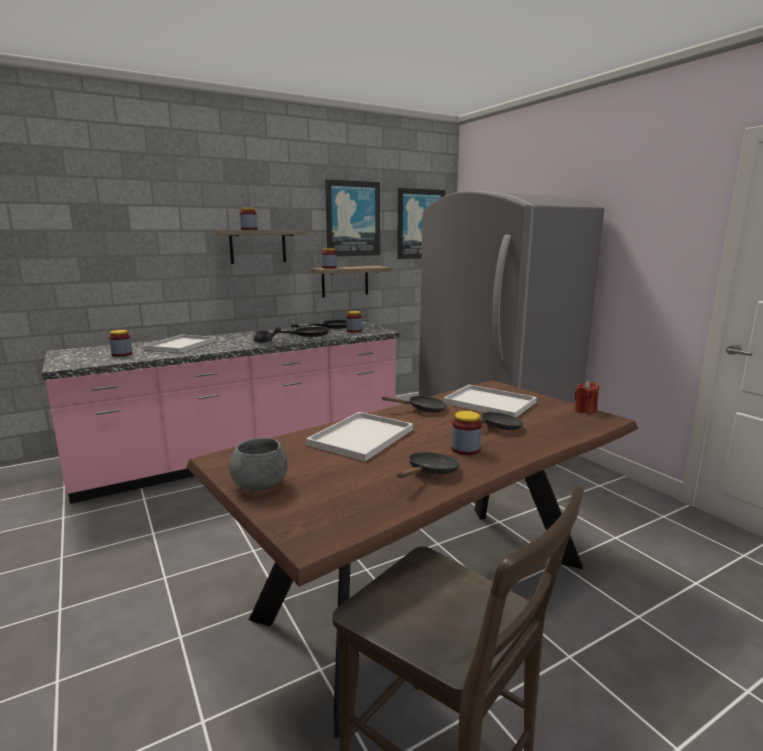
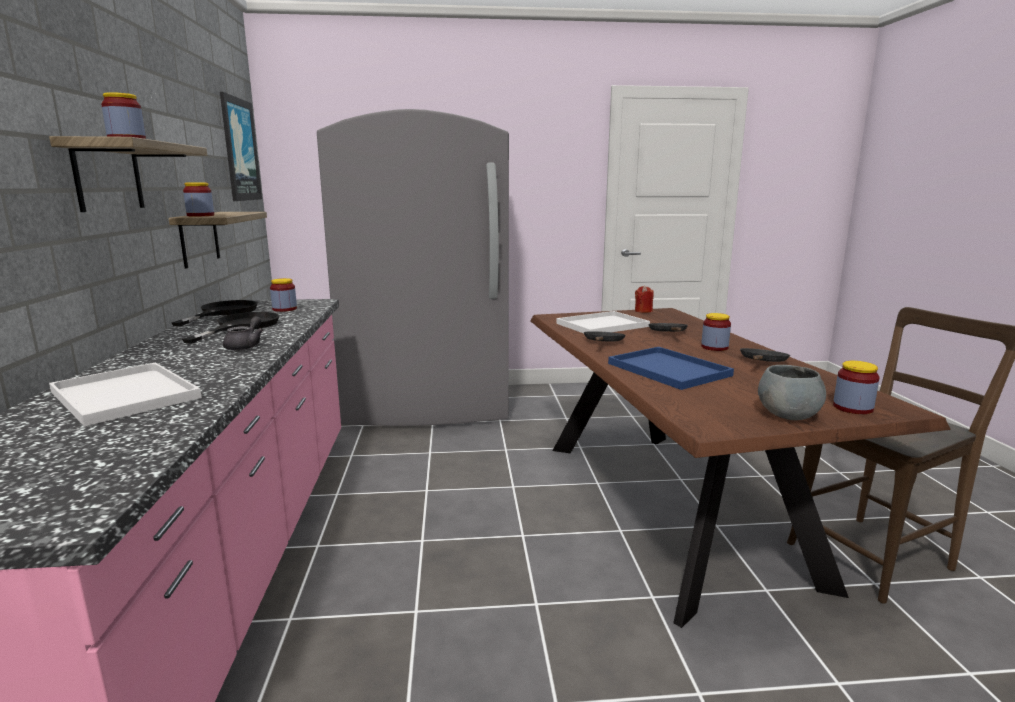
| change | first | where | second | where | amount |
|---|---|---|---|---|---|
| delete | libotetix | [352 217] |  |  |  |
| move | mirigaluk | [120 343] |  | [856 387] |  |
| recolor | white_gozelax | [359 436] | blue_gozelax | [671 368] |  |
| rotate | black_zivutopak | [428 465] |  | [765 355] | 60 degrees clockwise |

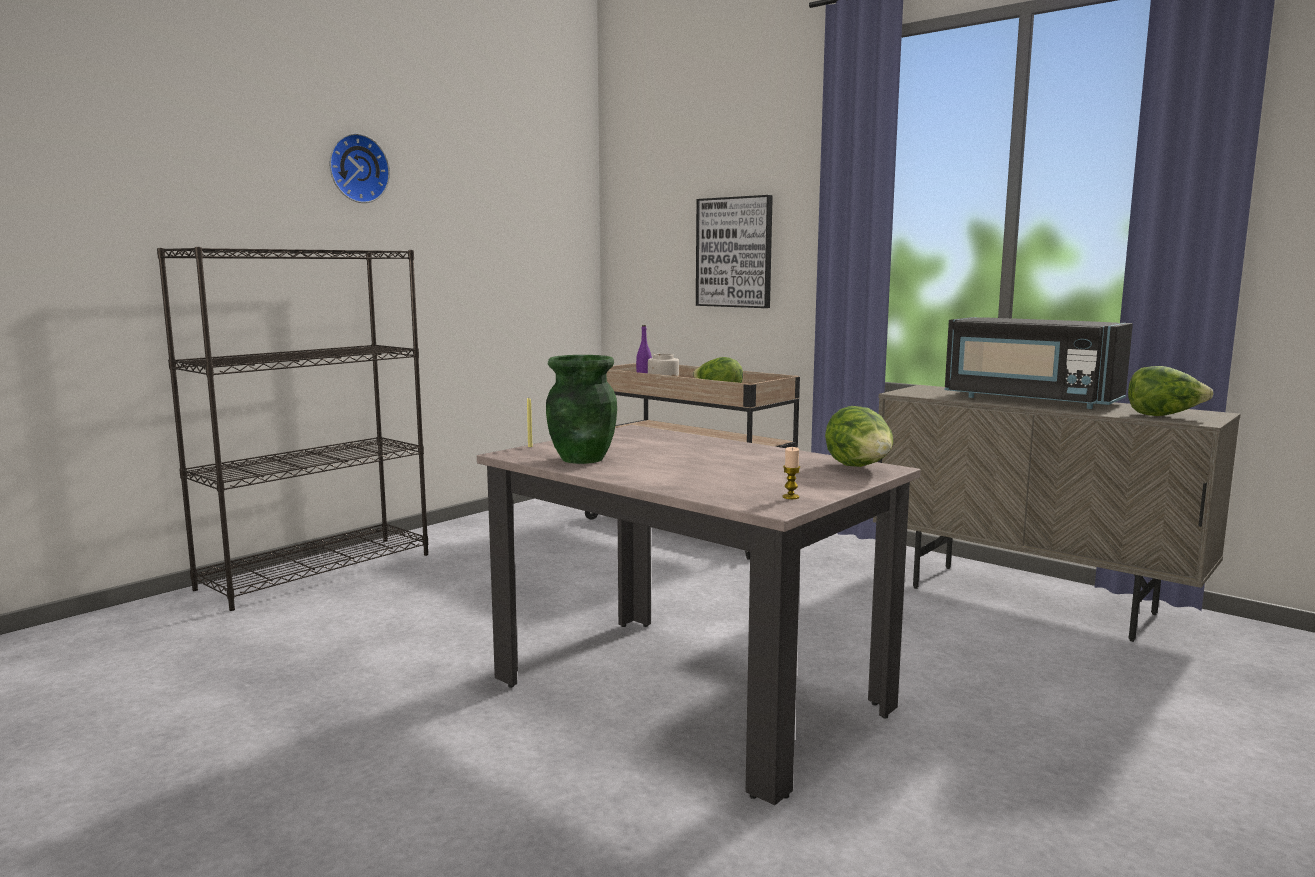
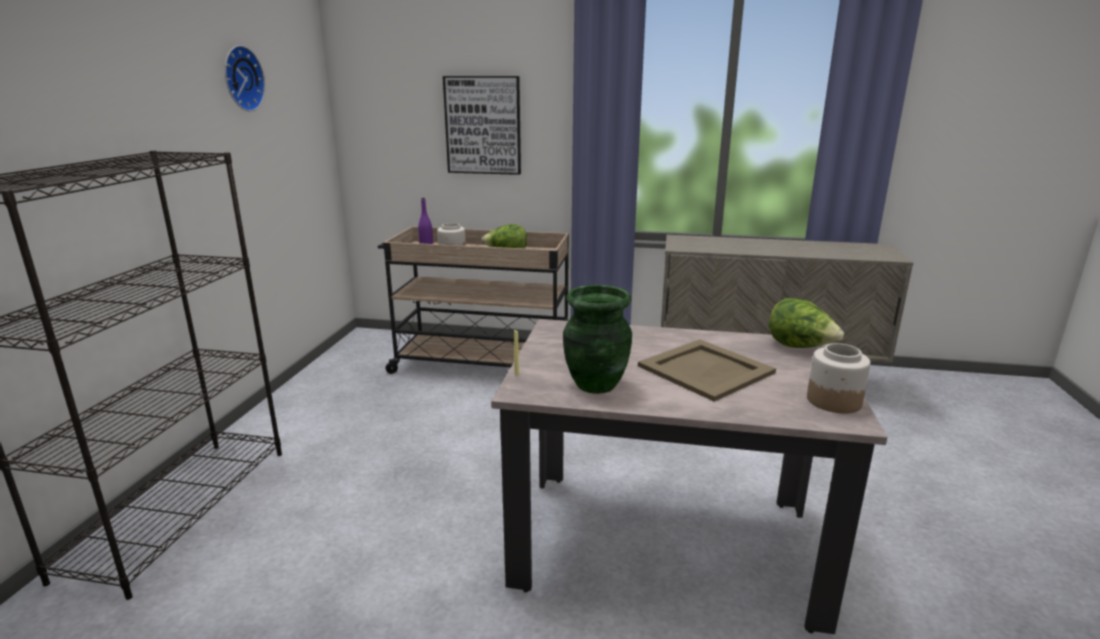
| change | first | where | second | where | amount |
|---|---|---|---|---|---|
| delete | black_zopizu | [1039 363] |  |  |  |
| delete | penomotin | [1170 391] |  |  |  |
| insert |  |  | beige_gozelax | [707 370] |  |
| move | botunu | [359 168] |  | [245 78] |  |
| replace | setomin | [791 473] | mirigaluk | [839 378] |  |

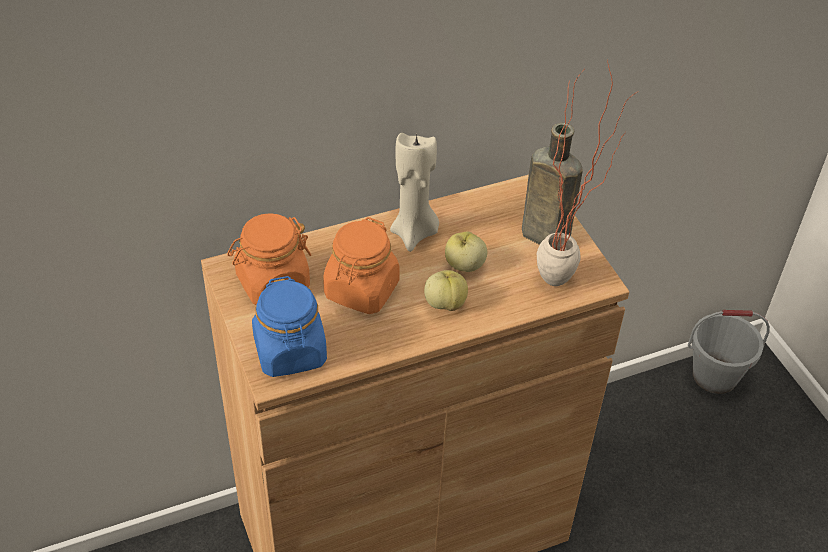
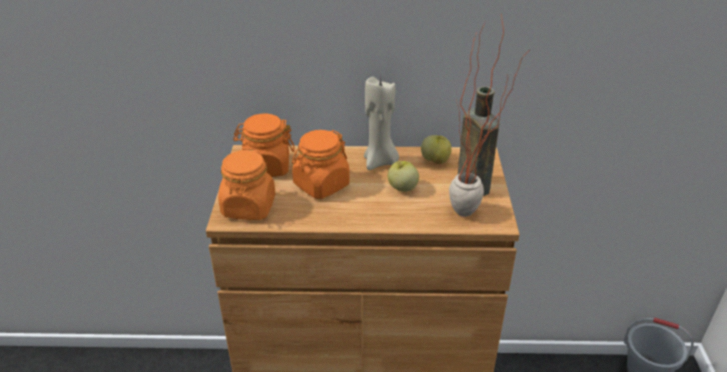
| change | first | where | second | where | amount |
|---|---|---|---|---|---|
| move | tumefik | [446 290] |  | [436 149] |  |
| recolor | blue_mirigaluk | [289 326] | orange_mirigaluk | [247 184] |  |

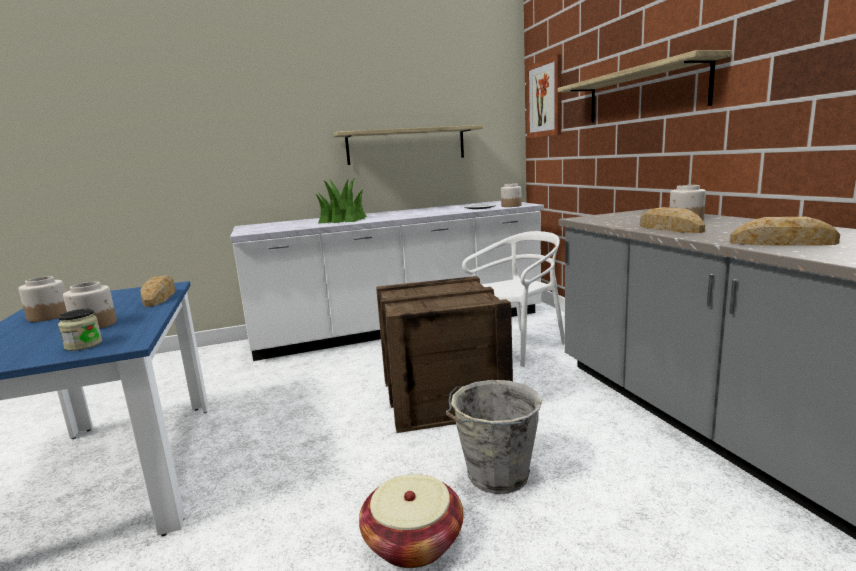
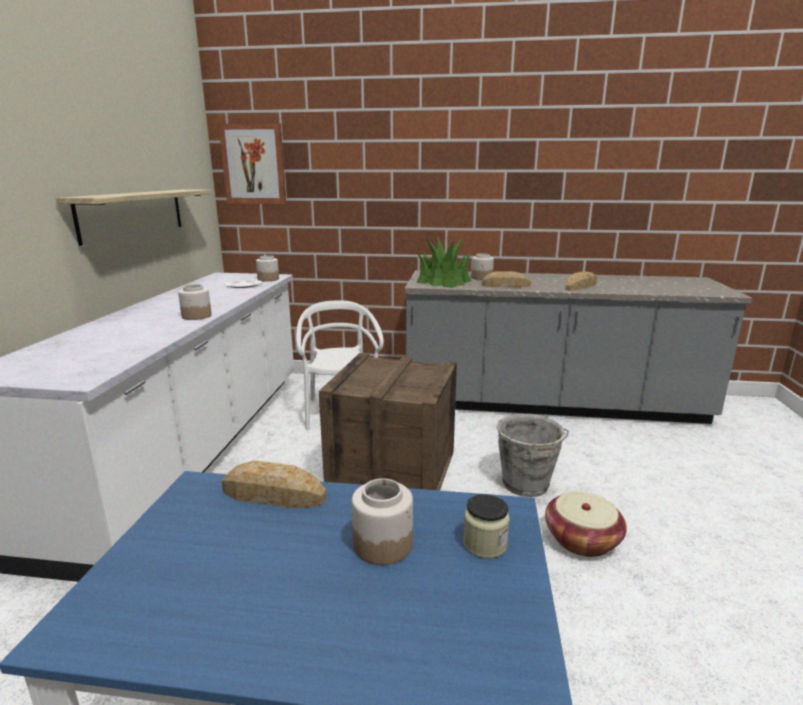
| change | first | where | second | where | amount |
|---|---|---|---|---|---|
| delete | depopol | [645 86] |  |  |  |
| move | mirigaluk | [42 299] |  | [195 302] |  |
| move | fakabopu | [342 201] |  | [443 263] |  |

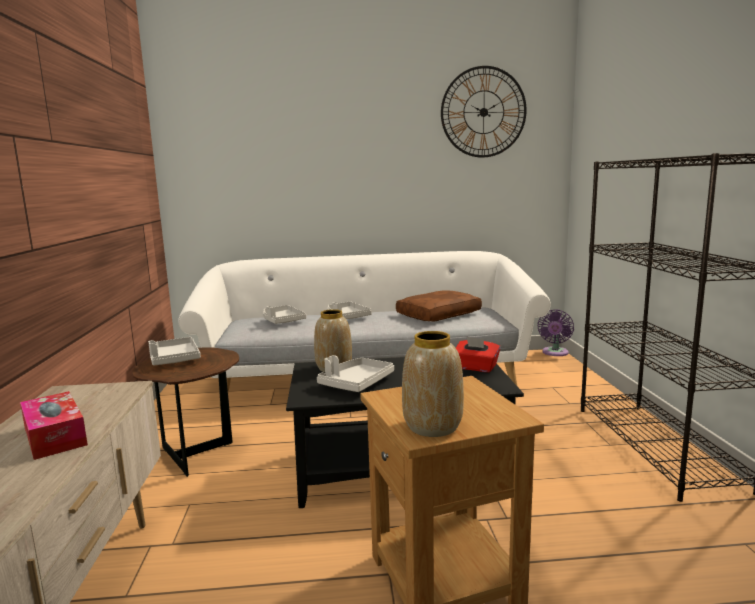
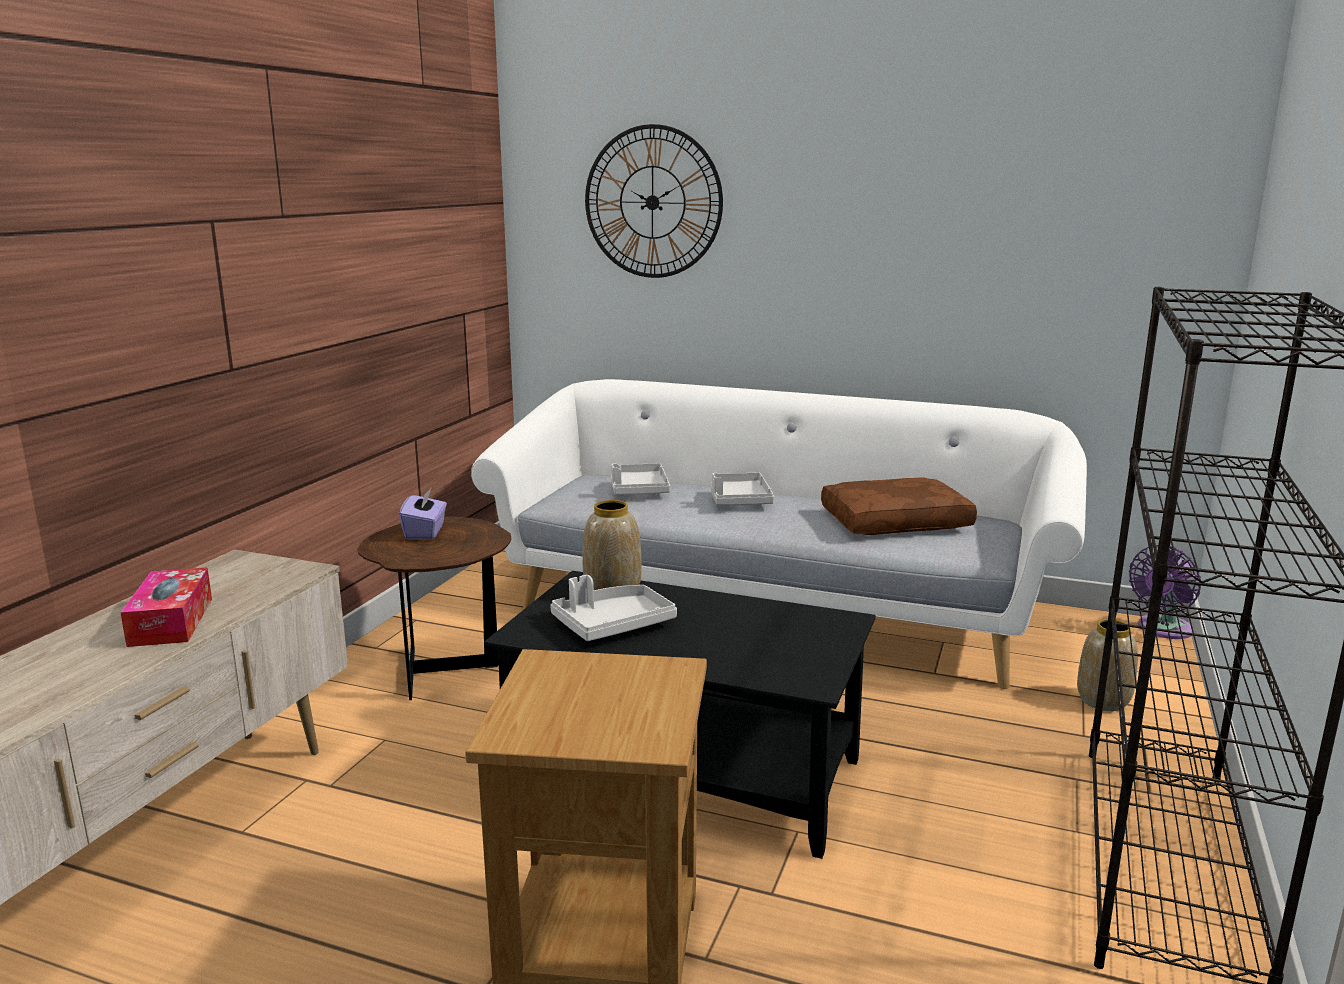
| change | first | where | second | where | amount |
|---|---|---|---|---|---|
| delete | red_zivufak | [478 354] |  |  |  |
| move | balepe | [433 384] |  | [1107 665] |  |
| move | botunu | [484 111] |  | [654 201] |  |
| replace | grey_gozelax | [174 351] | purple_zivufak | [423 513] |  |

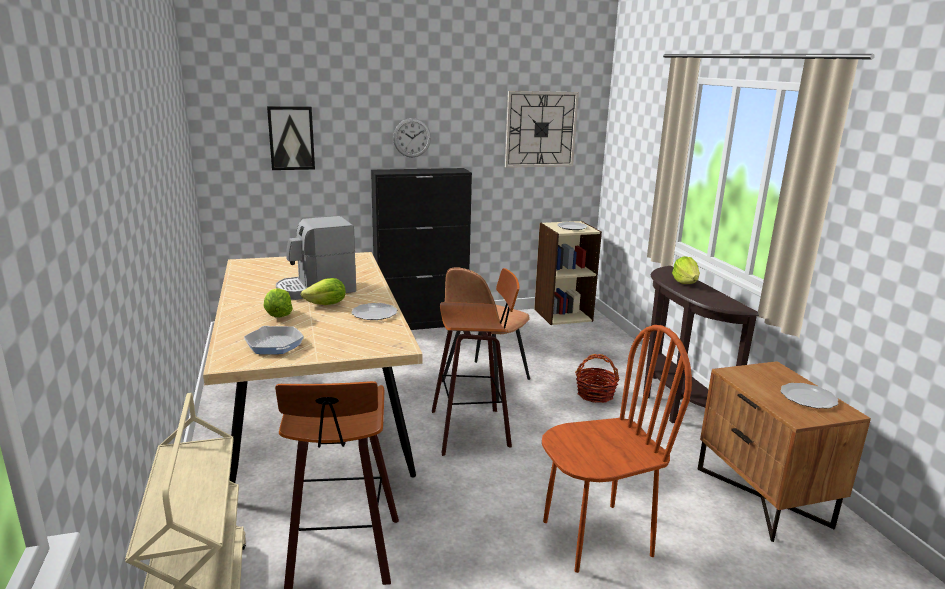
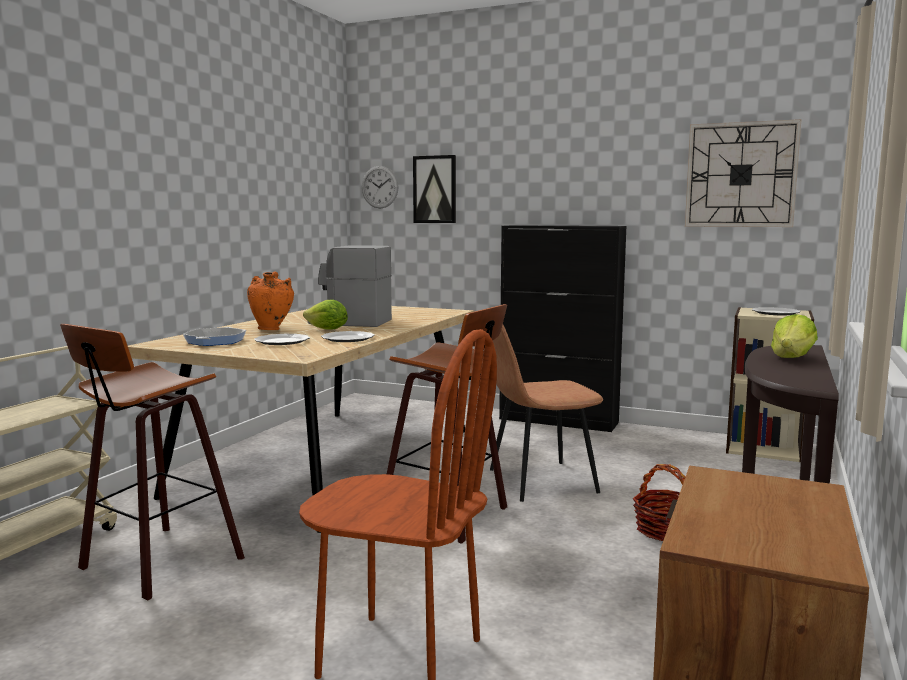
| change | first | where | second | where | amount |
|---|---|---|---|---|---|
| move | botunu | [412 137] |  | [380 187] |  |
| move | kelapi | [809 396] |  | [282 339] |  |
| replace | penomotin | [278 303] | orange_balepe | [270 300] |  |

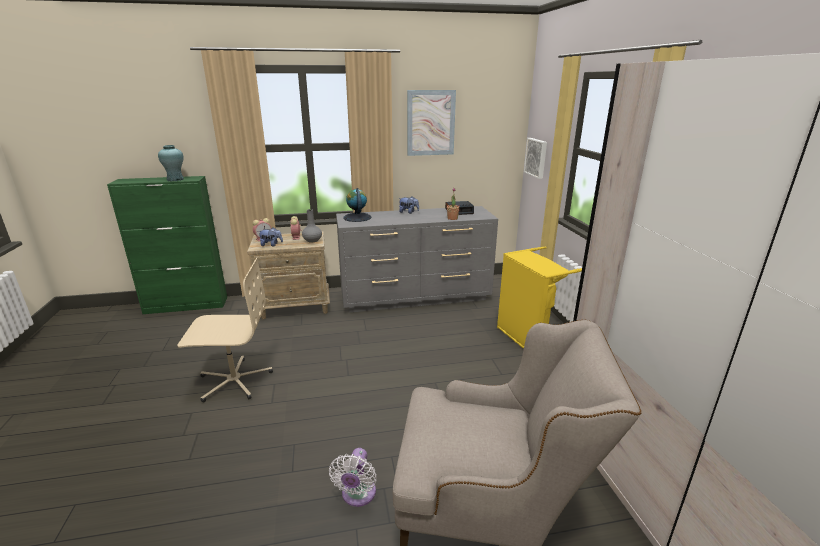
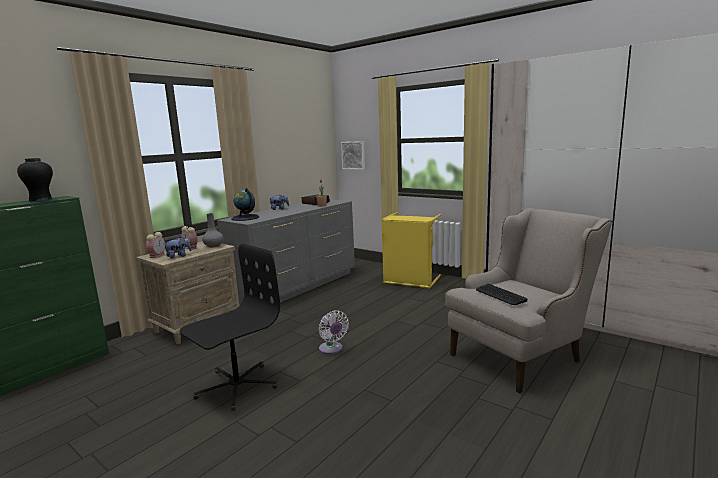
| change | first | where | second | where | amount |
|---|---|---|---|---|---|
| delete | libotetix | [431 123] |  |  |  |
| insert |  |  | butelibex | [501 294] |  |
| move | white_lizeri | [353 477] |  | [334 332] |  |
| recolor | turquoise_balepe | [171 163] | black_balepe | [35 180] |  |
| recolor | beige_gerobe | [225 330] | black_gerobe | [229 327] |  |

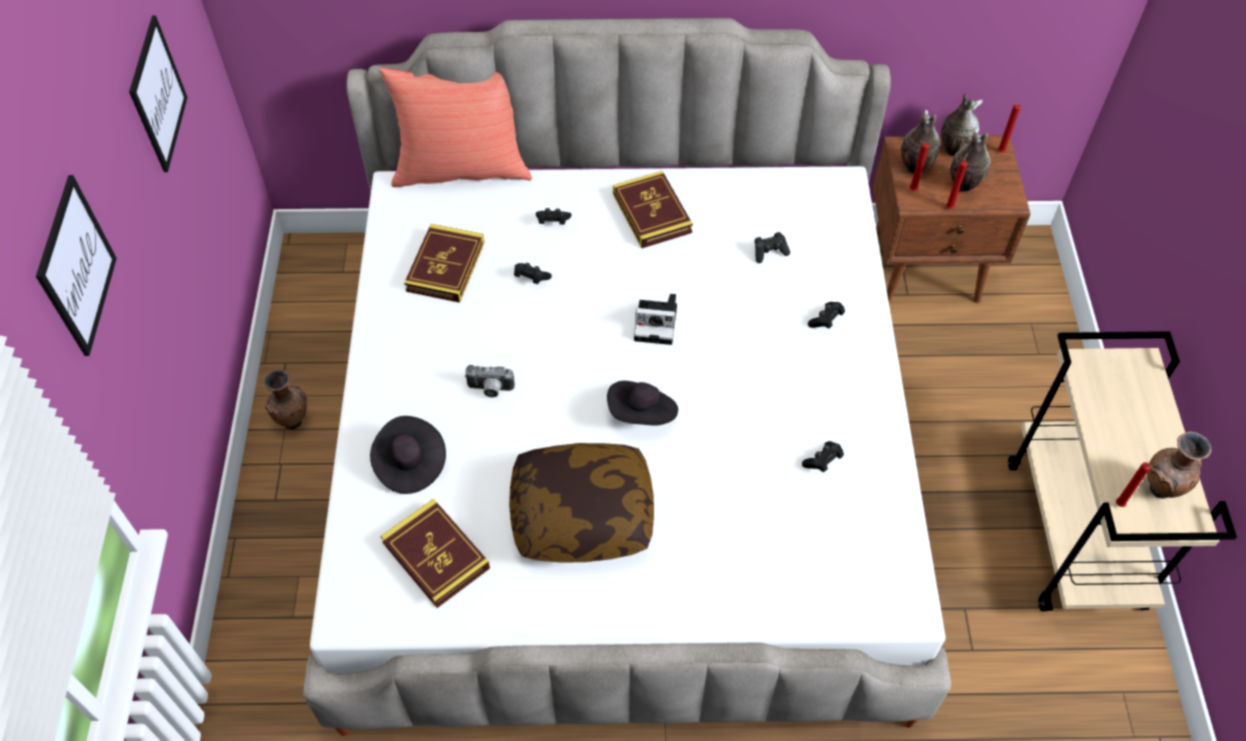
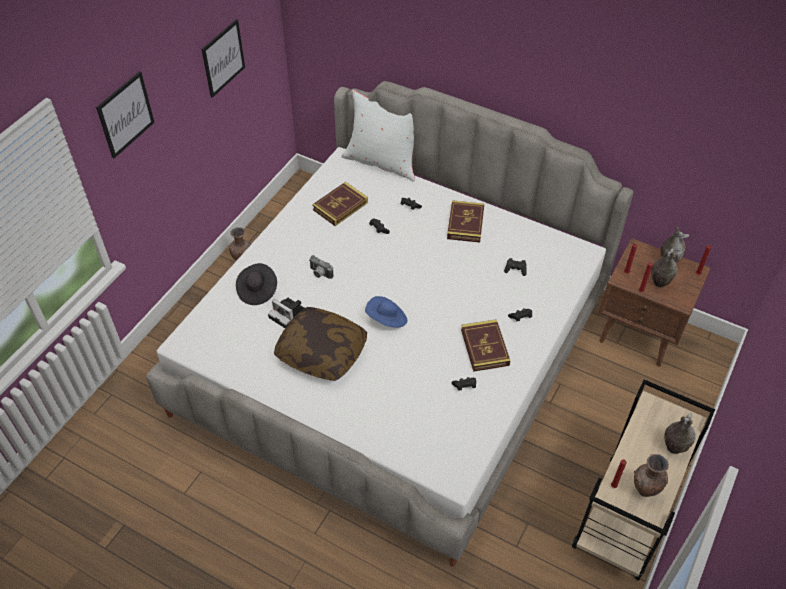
| change | first | where | second | where | amount |
|---|---|---|---|---|---|
| move | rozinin | [435 553] |  | [485 345] |  |
| move | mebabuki | [655 319] |  | [286 313] |  |
| move | balepe | [921 141] |  | [680 433] |  |
| recolor | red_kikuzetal | [455 127] | white_kikuzetal | [378 136] |  |
| recolor | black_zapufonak | [642 403] | blue_zapufonak | [386 312] |  |

